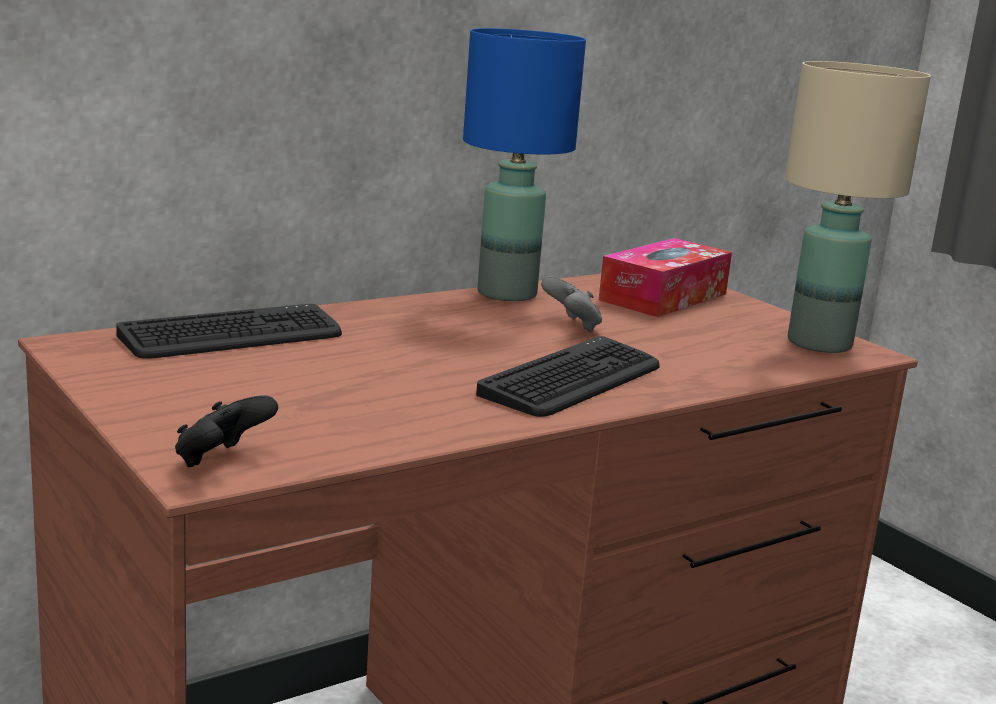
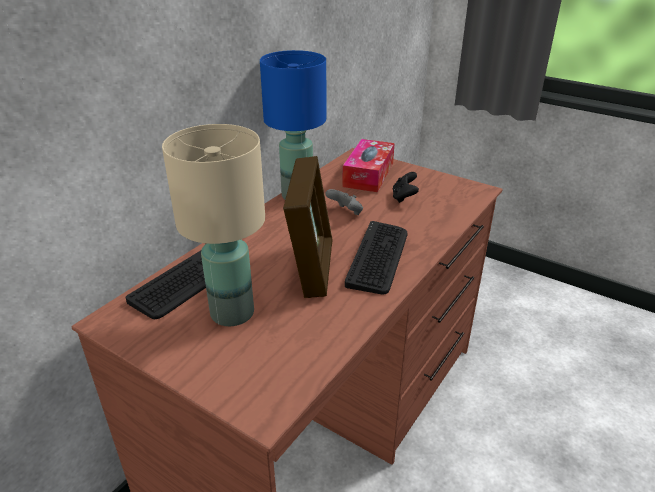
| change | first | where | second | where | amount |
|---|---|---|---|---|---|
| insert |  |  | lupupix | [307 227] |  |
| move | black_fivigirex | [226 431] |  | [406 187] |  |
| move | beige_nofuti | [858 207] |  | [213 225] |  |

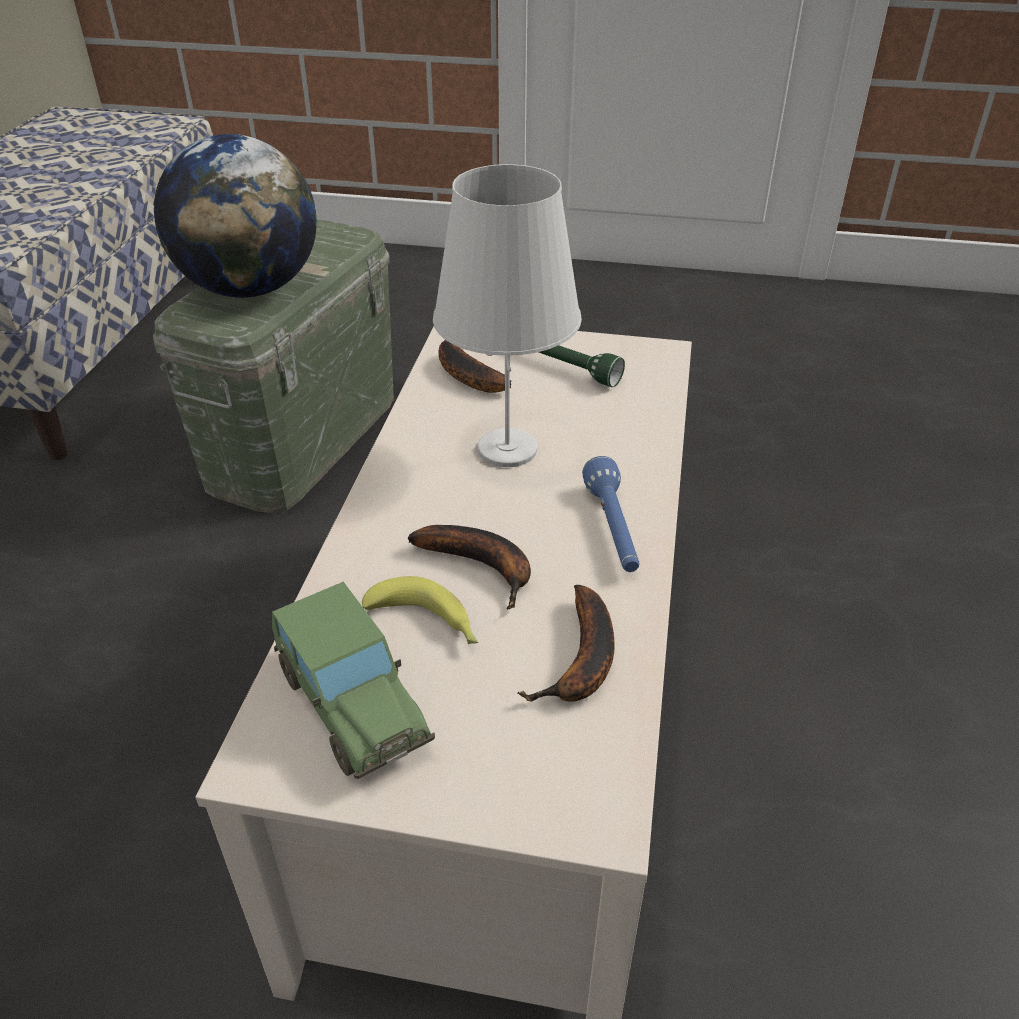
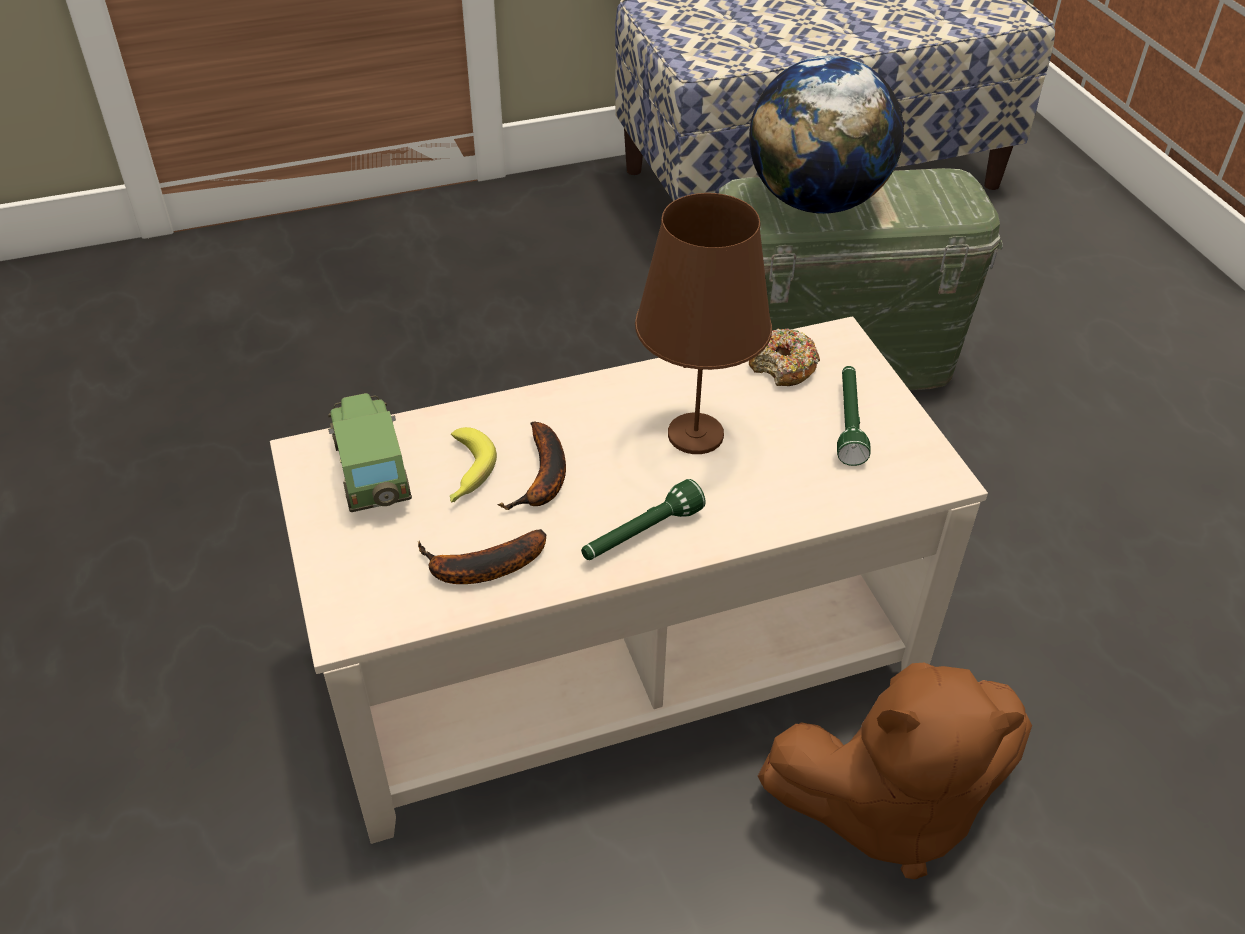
| change | first | where | second | where | amount |
|---|---|---|---|---|---|
| insert |  |  | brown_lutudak | [895 771] |  |
| replace | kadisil | [475 366] | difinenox | [784 357] |  |
| recolor | white_nofuti | [507 315] | brown_nofuti | [703 323] |  |
| recolor | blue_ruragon | [610 514] | green_ruragon | [643 519] |  |
| rotate | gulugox | [353 680] |  | [370 452] | 135 degrees clockwise |

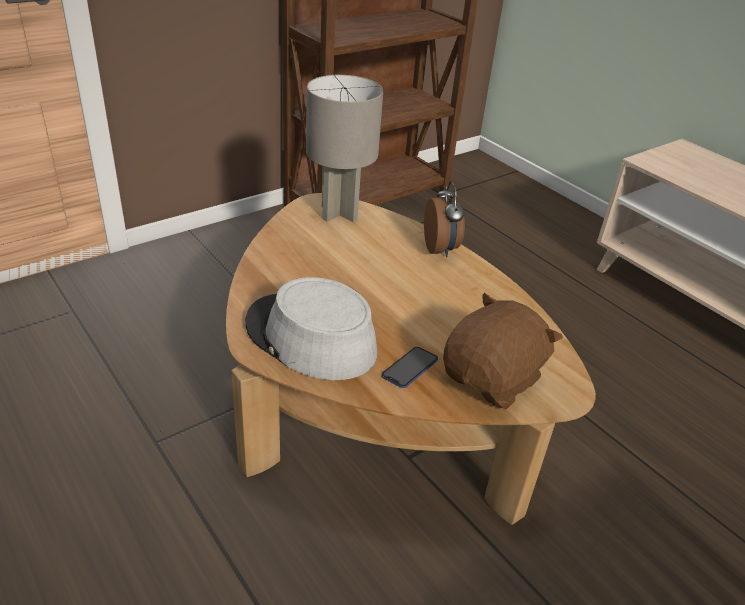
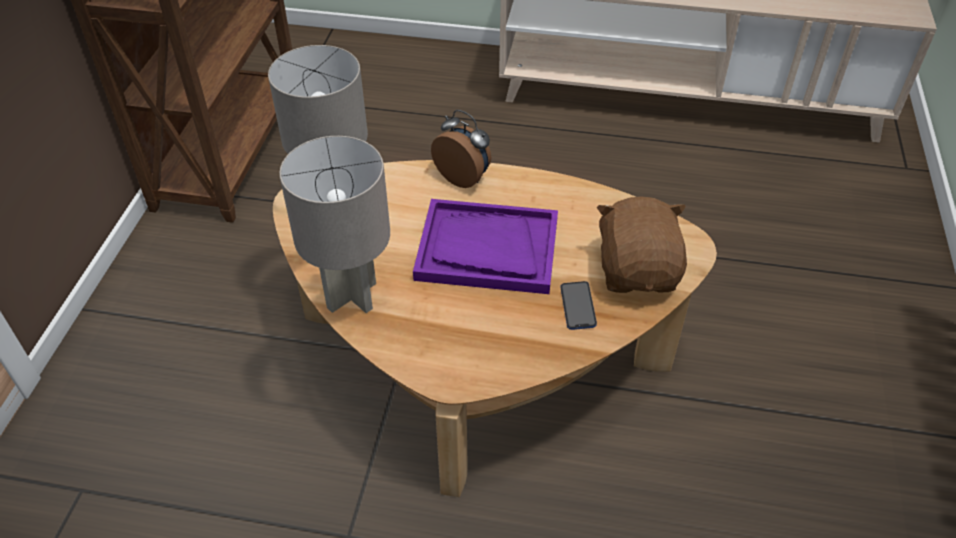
| change | first | where | second | where | amount |
|---|---|---|---|---|---|
| delete | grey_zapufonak | [311 328] |  |  |  |
| insert |  |  | grey_nofuti | [334 224] |  |
| insert |  |  | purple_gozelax | [485 246] |  |

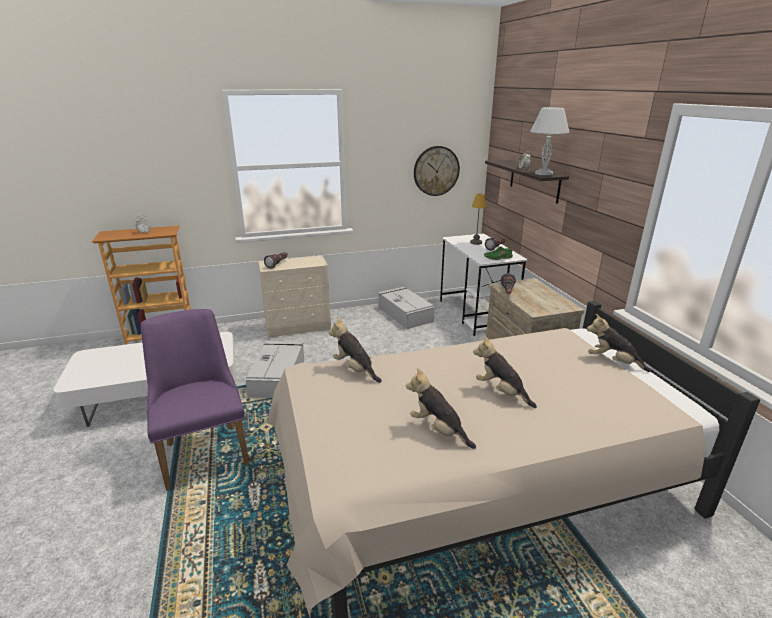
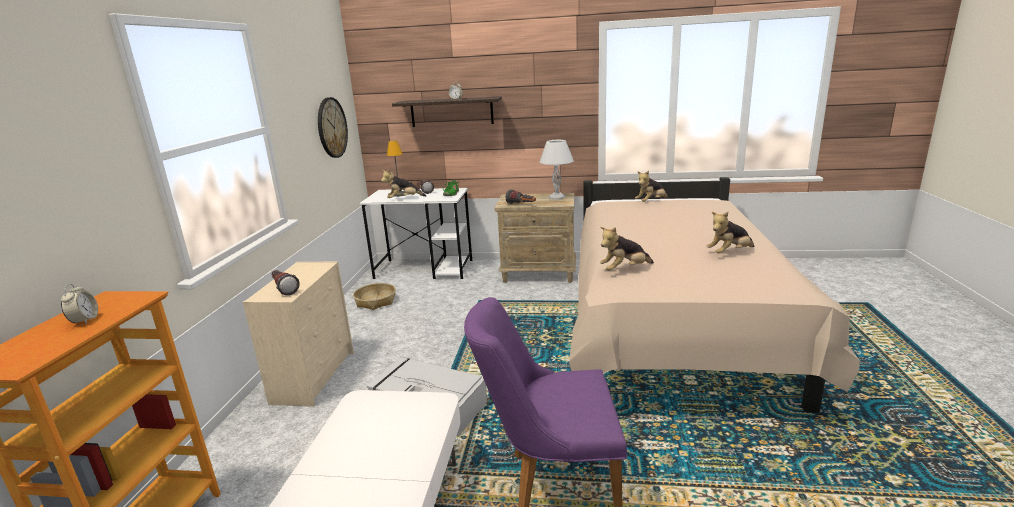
| change | first | where | second | where | amount |
|---|---|---|---|---|---|
| move | lutudak | [505 372] |  | [403 183] |  |
| move | white_nofuti | [549 141] |  | [557 170] |  |
| replace | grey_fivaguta | [406 308] | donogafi | [374 296] |  |

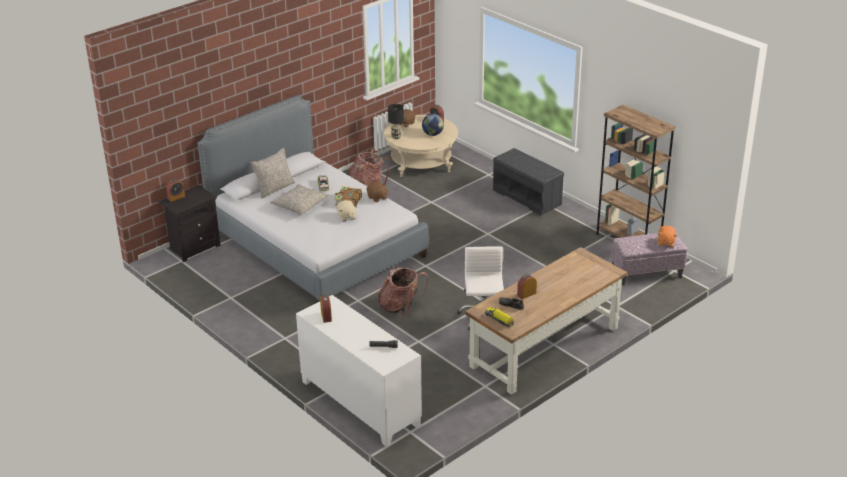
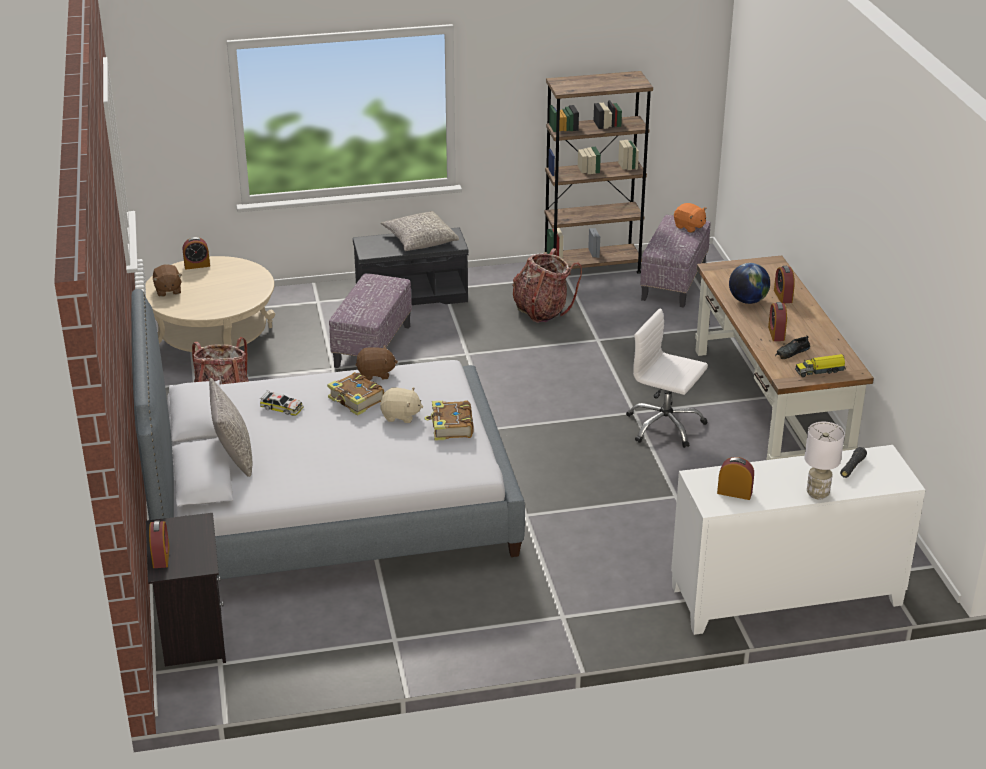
| change | first | where | second | where | amount |
|---|---|---|---|---|---|
| delete | black_nofuti | [396 121] |  |  |  |
| insert |  |  | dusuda | [370 320] |  |
| insert |  |  | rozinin | [449 420] |  |
| insert |  |  | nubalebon | [784 285] |  |
| insert |  |  | white_nofuti | [825 461] |  |
| move | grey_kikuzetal | [299 199] |  | [420 231] |  |
| move | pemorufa | [403 291] |  | [547 285] |  |
| move | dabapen | [433 125] |  | [749 283] |  |

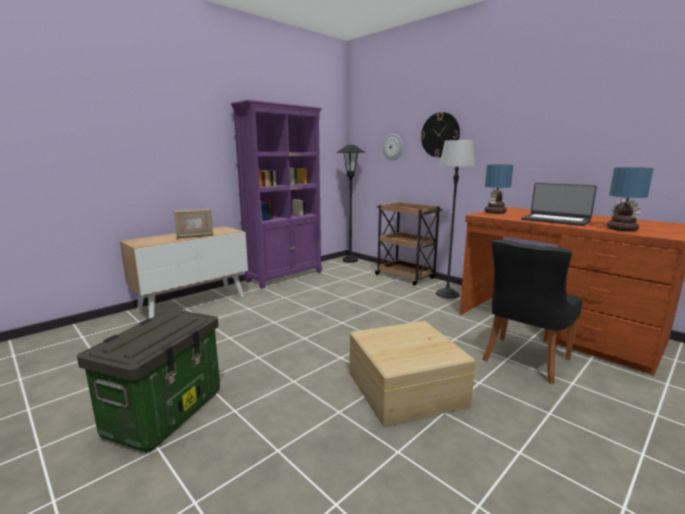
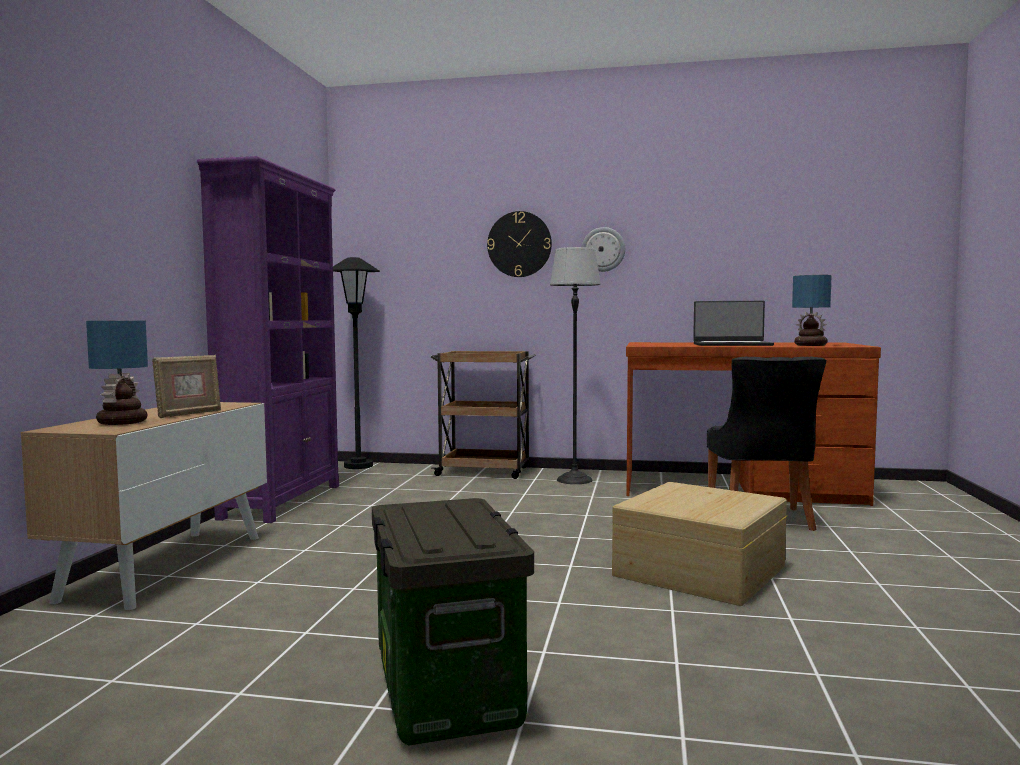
| change | first | where | second | where | amount |
|---|---|---|---|---|---|
| move | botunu | [393 147] |  | [603 249] |  |
| move | nofuti | [499 189] |  | [117 373] |  |

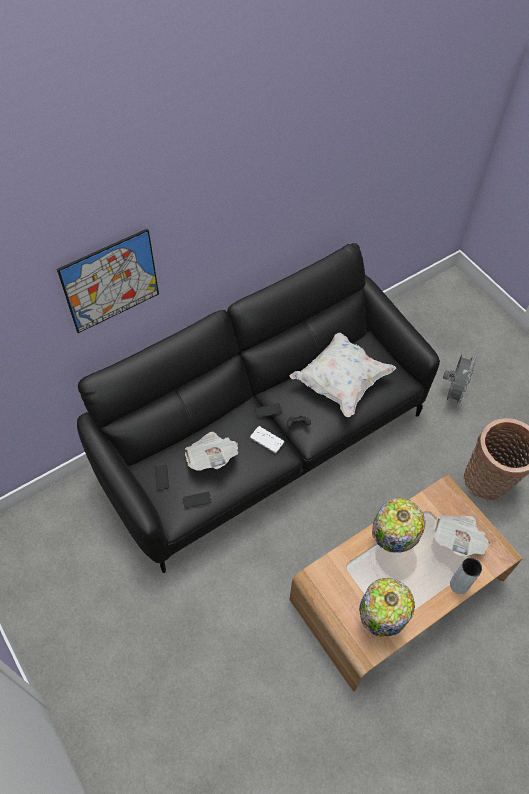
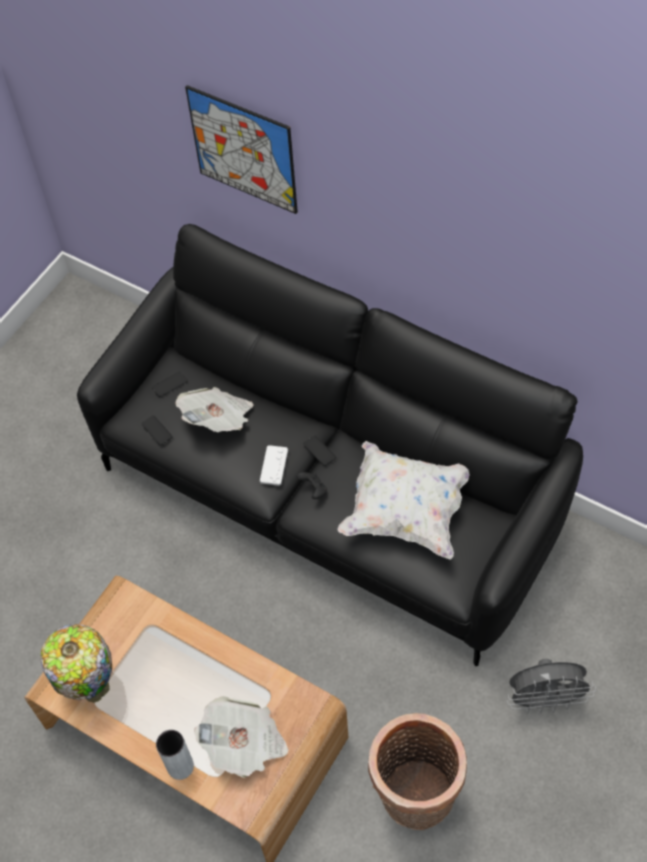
| change | first | where | second | where | amount |
|---|---|---|---|---|---|
| delete | nofuti | [398 525] |  |  |  |

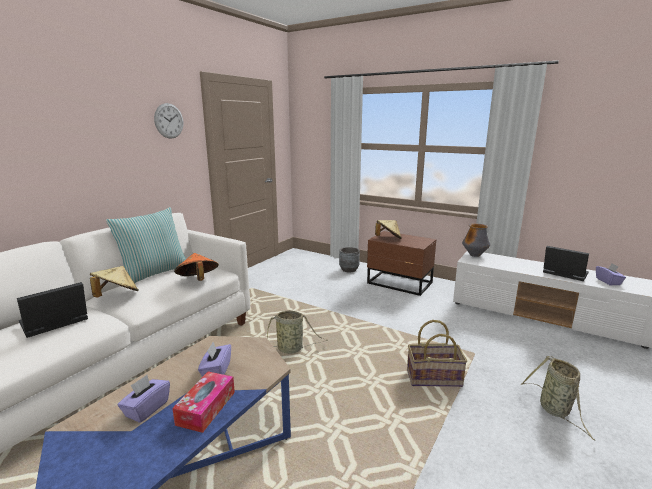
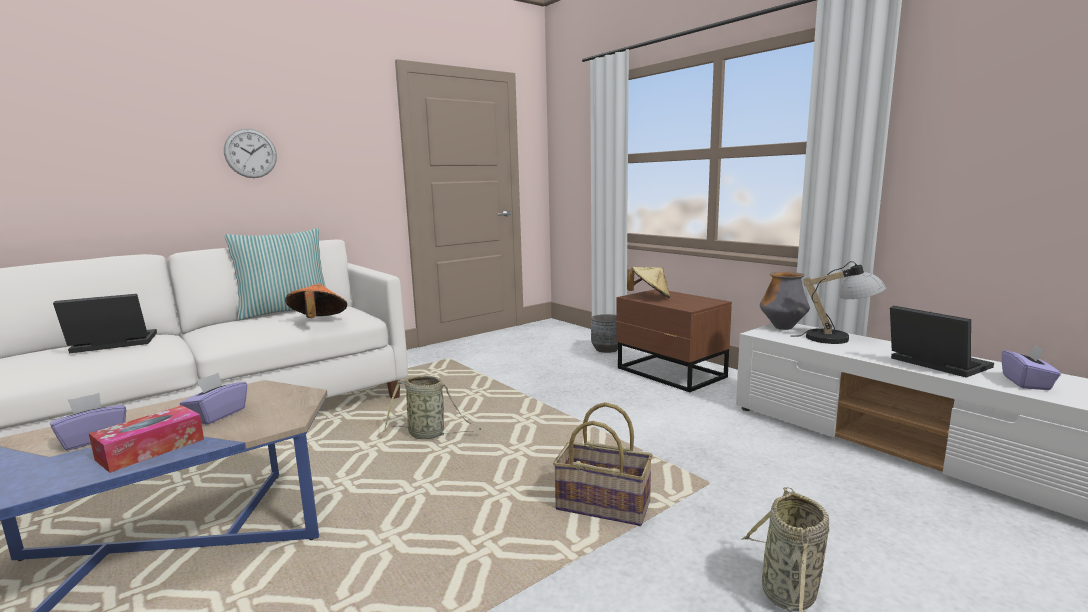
| change | first | where | second | where | amount |
|---|---|---|---|---|---|
| delete | beige_zapufonak | [114 281] |  |  |  |
| insert |  |  | nofuti | [838 302] |  |
| move | botunu | [168 121] |  | [250 153] |  |

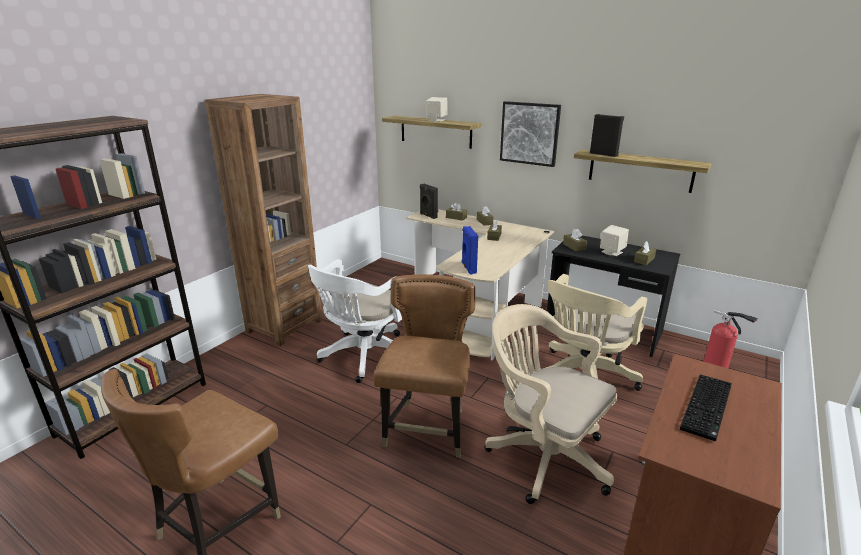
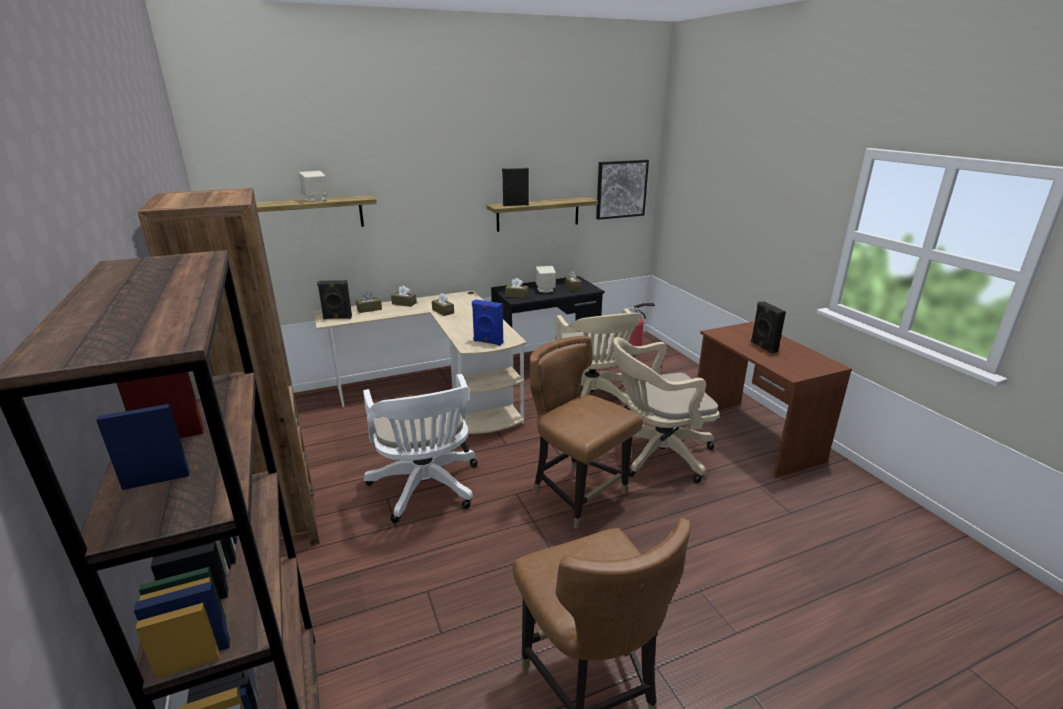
| change | first | where | second | where | amount |
|---|---|---|---|---|---|
| move | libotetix | [530 134] |  | [622 190] |  |
| replace | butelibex | [706 408] | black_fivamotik | [768 327] |  |

